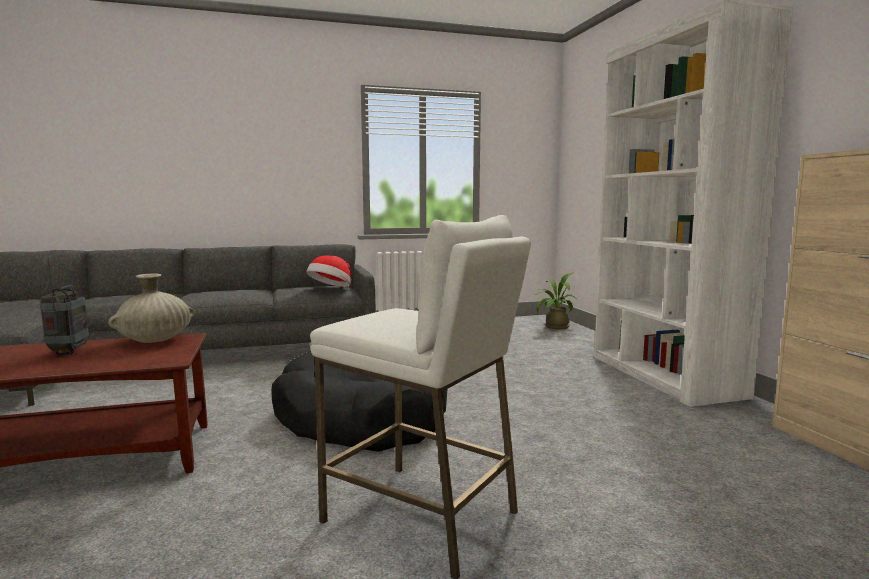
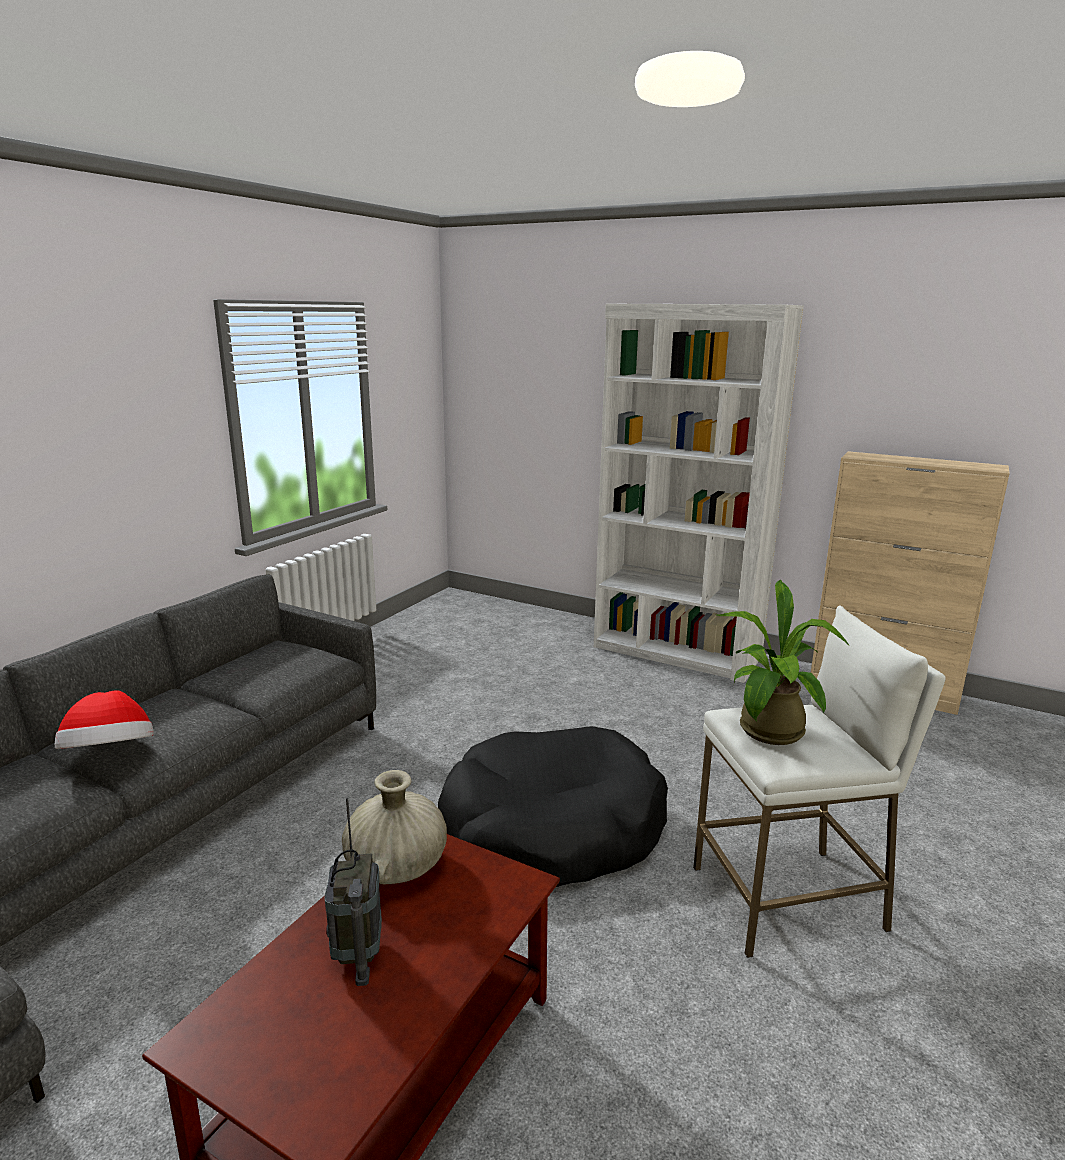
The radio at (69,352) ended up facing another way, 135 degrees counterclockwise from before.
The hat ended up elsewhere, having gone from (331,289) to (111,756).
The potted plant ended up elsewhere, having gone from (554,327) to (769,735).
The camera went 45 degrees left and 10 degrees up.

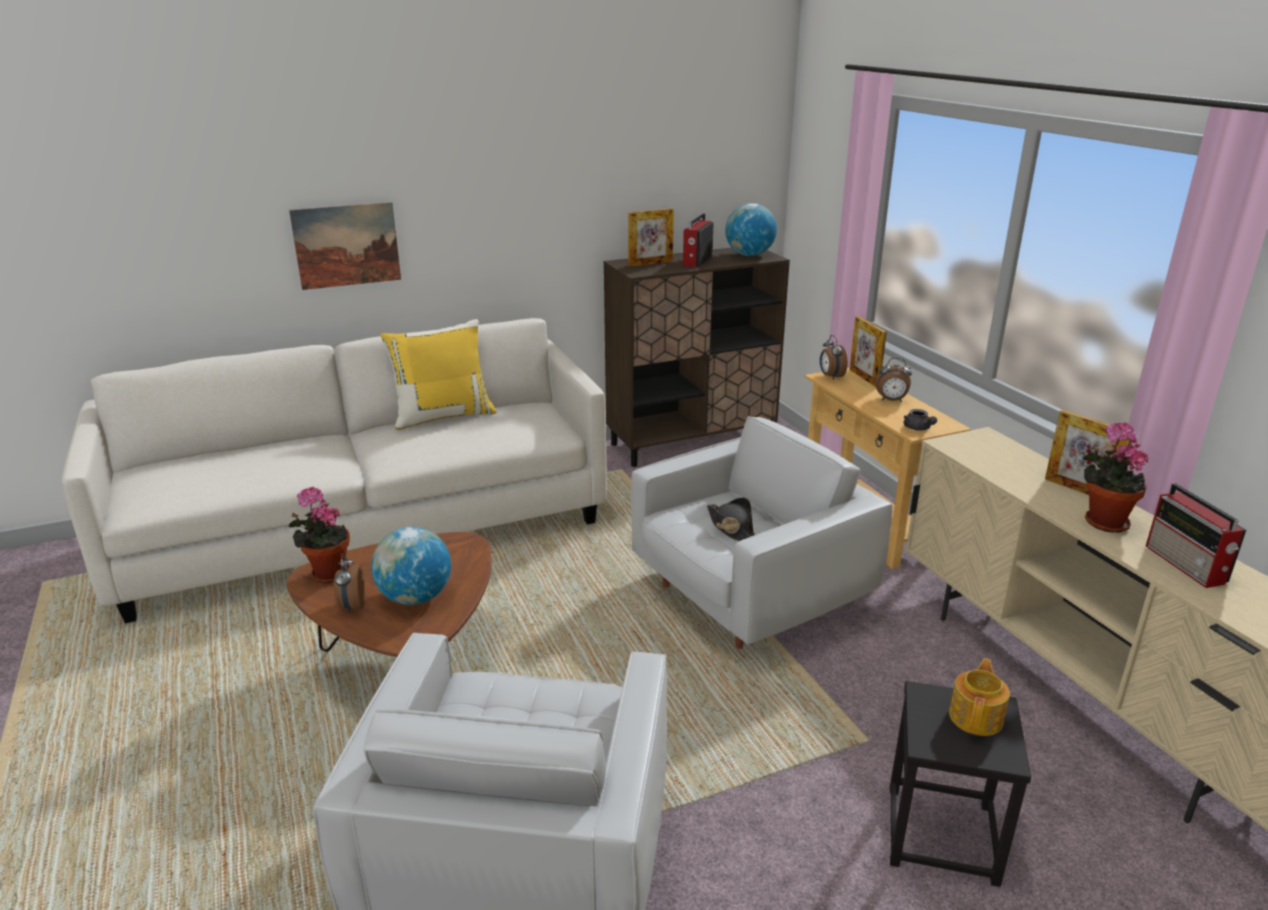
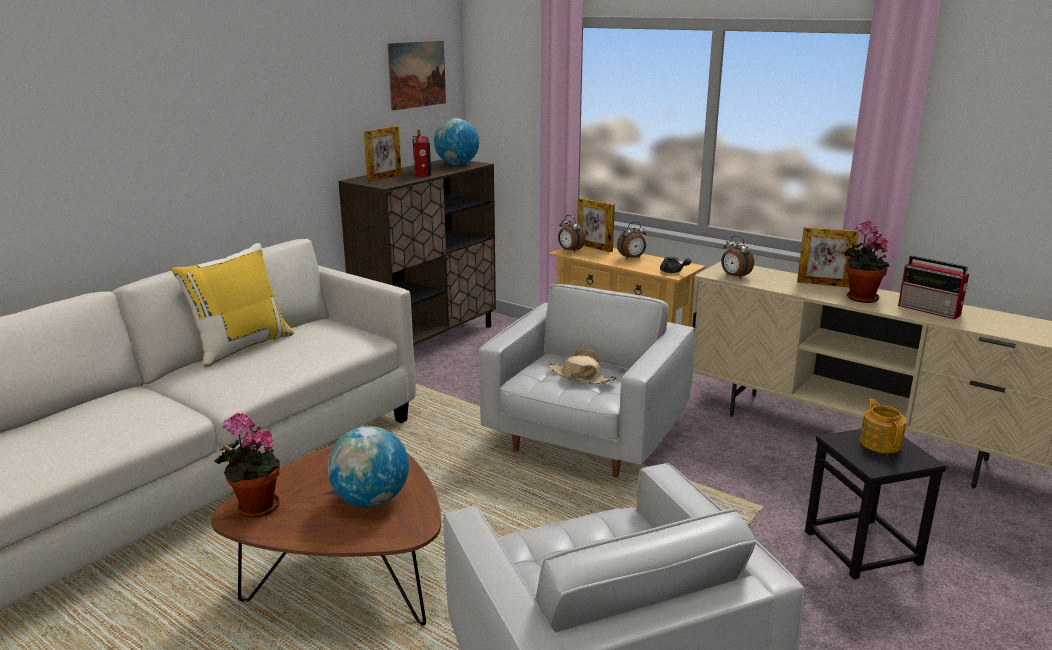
The picture ended up elsewhere, having gone from (347,245) to (417,74).
The alarm clock ended up elsewhere, having gone from (352,606) to (734,276).
What was the hat (black) at (732,528) turned into the hat (beige) at (581,377).
The camera went 30 degrees left and 5 degrees down.

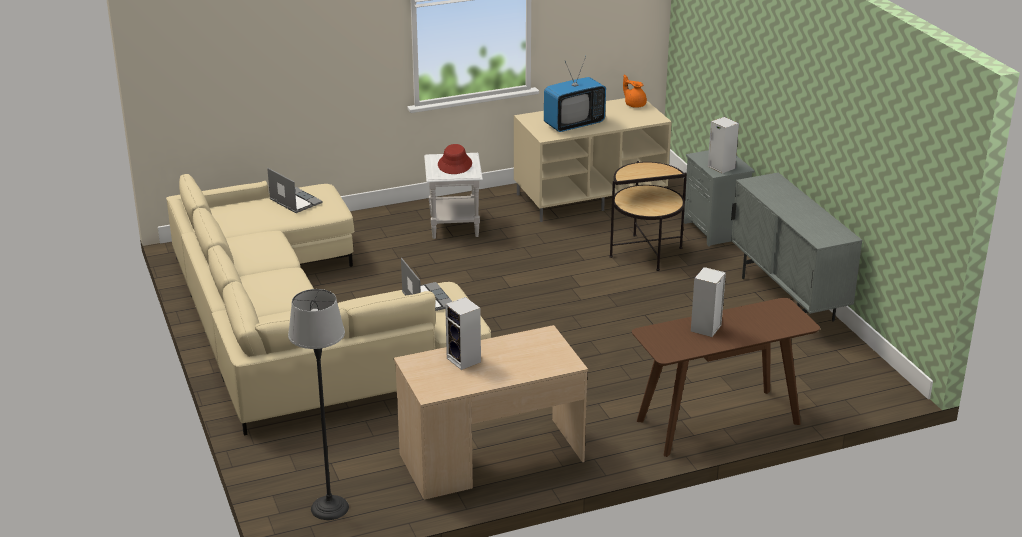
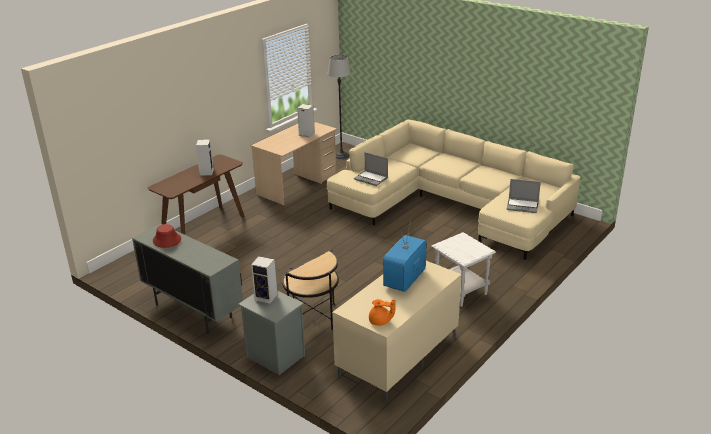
The hat (red) ended up elsewhere, having gone from (455,164) to (166,240).
The camera went 150 degrees right and 0 degrees up.

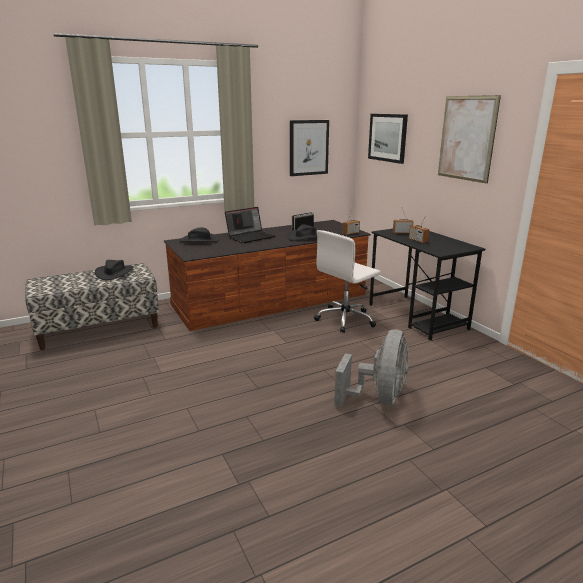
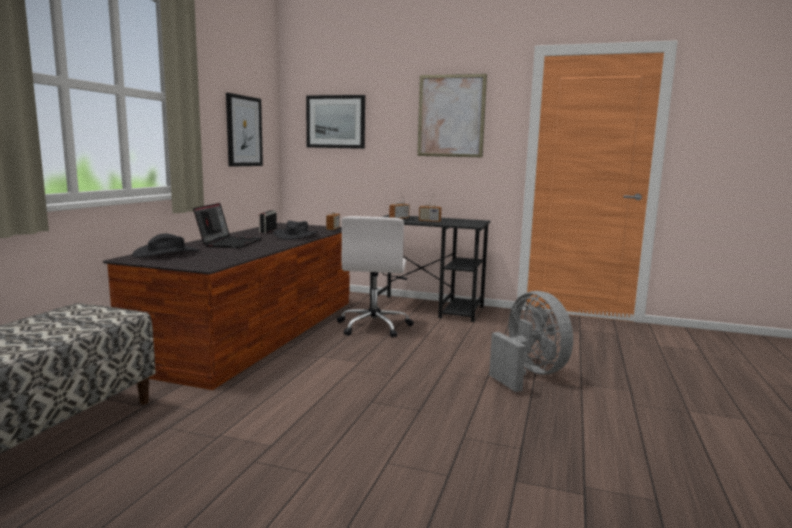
The second view lost the hat (black) at (114,273).
The camera went 45 degrees left and 10 degrees down.

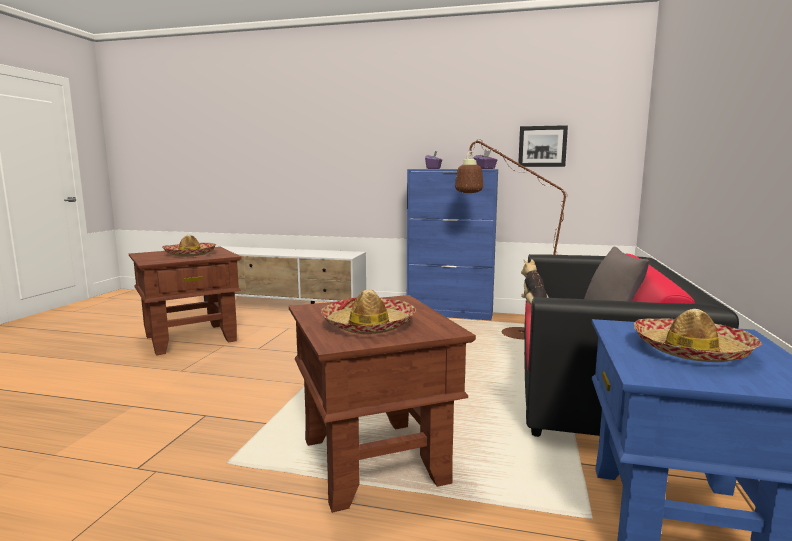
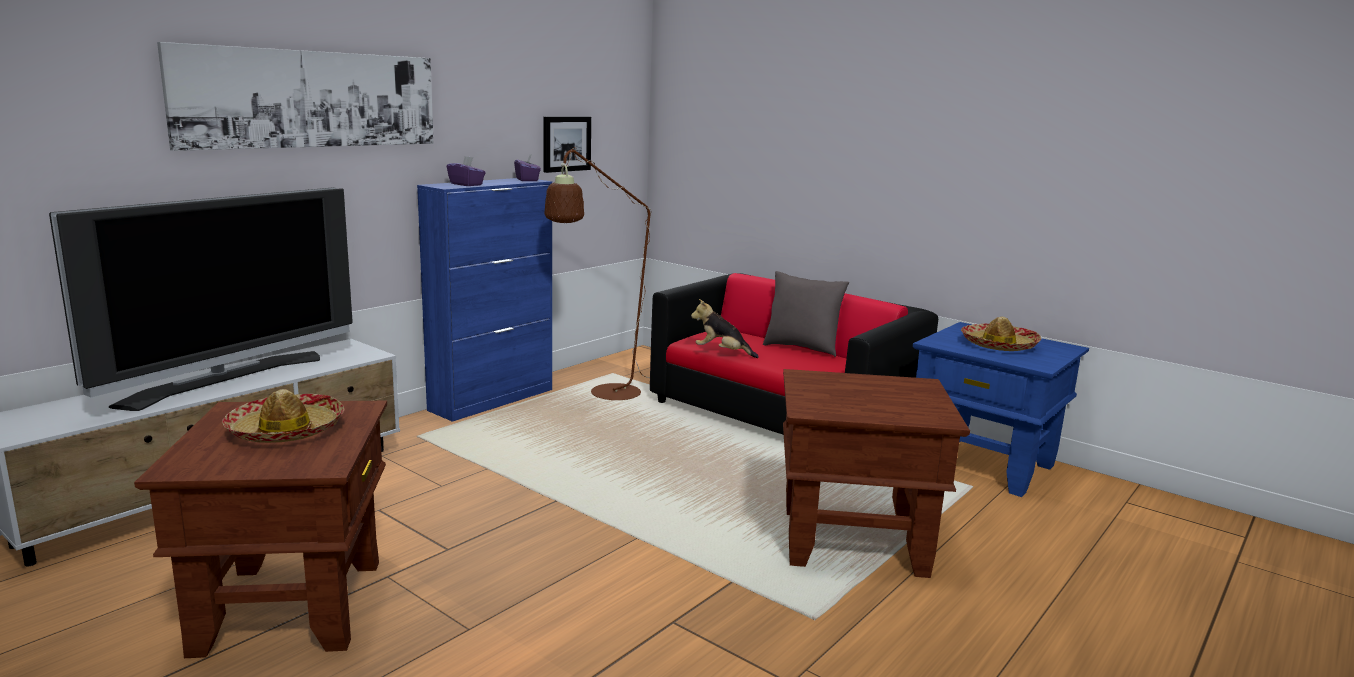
The second view lost the hat at (368,325).
The second view gained the television at (226,379).
The second view gained the picture at (311,99).
The camera went 65 degrees left and 5 degrees up.

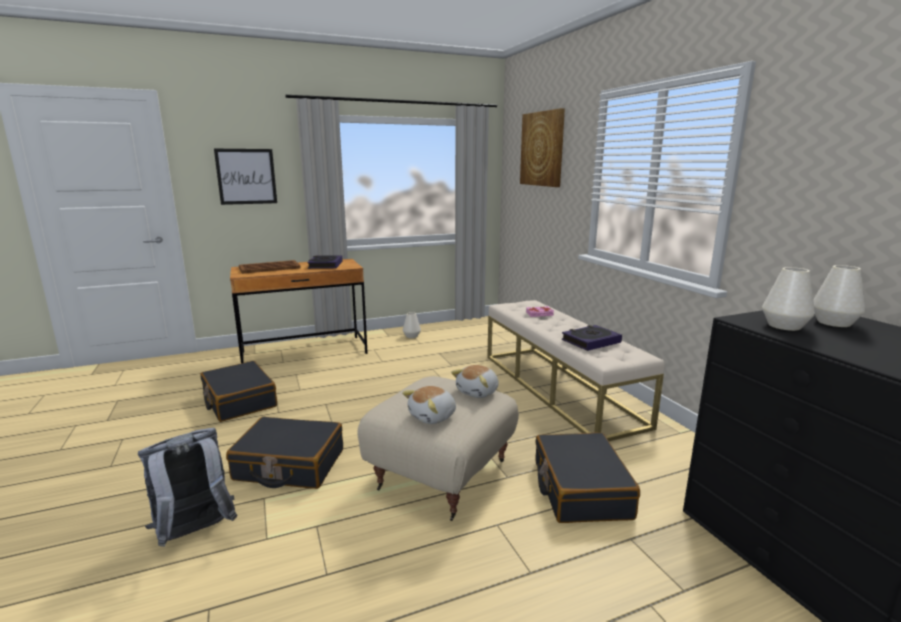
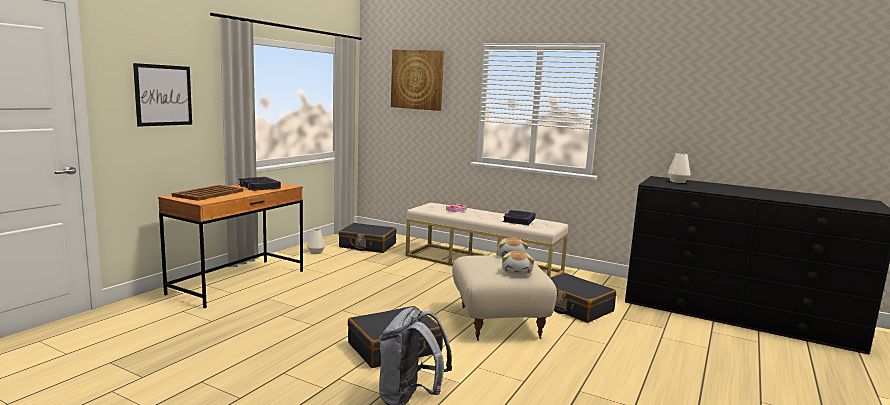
The suitcase (black) ended up elsewhere, having gone from (239,401) to (367,246).
The second view lost the vase (white) at (784,326).
The camera went 40 degrees left and 5 degrees down.

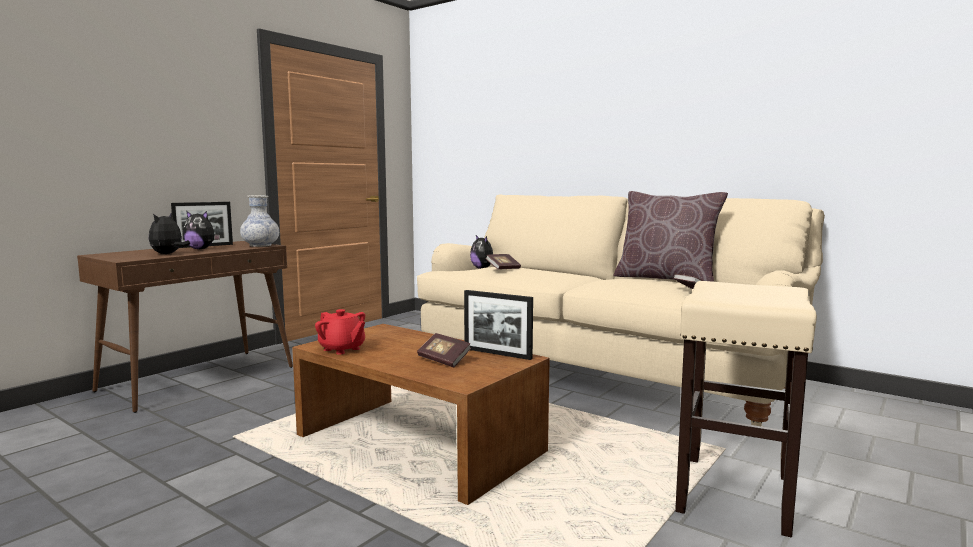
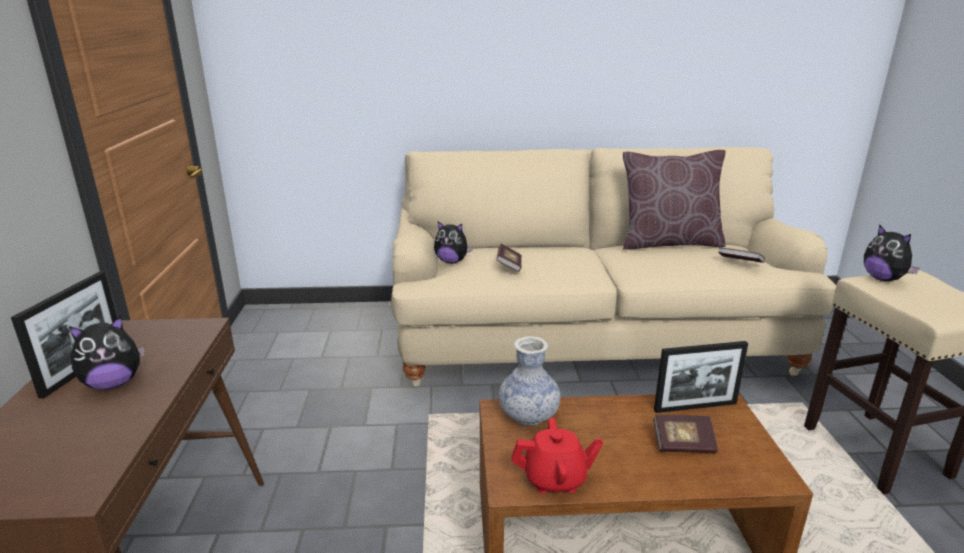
The plush toy ended up elsewhere, having gone from (168,254) to (883,279).
The vase ended up elsewhere, having gone from (260,245) to (528,415).
The camera went 40 degrees left and 15 degrees up.

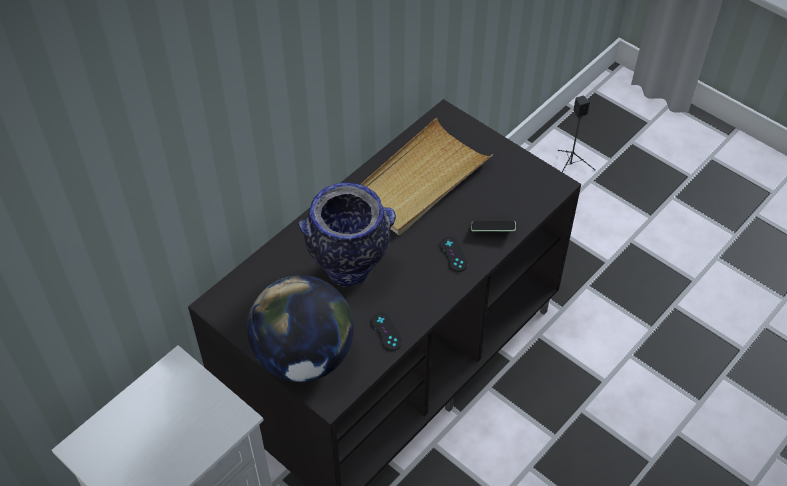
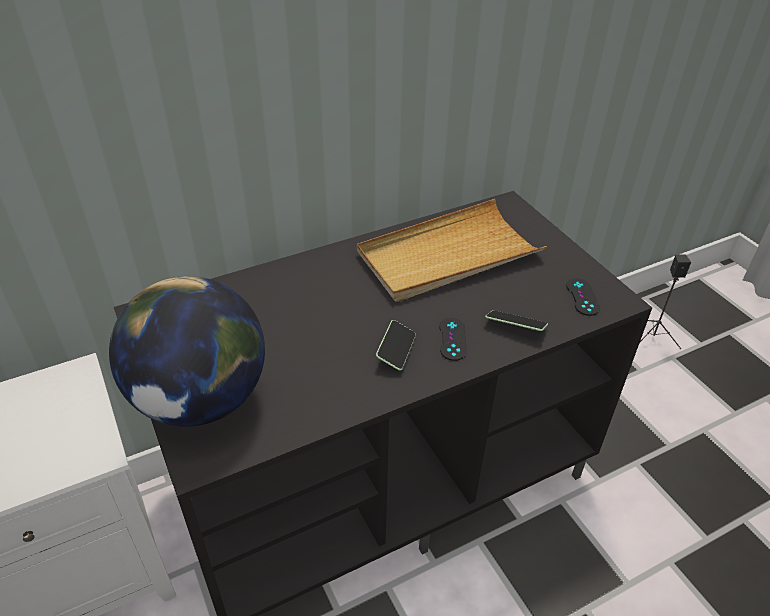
The second view lost the vase at (349,270).
The game controller (black) ended up elsewhere, having gone from (386,331) to (582,297).
The second view gained the phone at (396,351).
The camera went 20 degrees right and 10 degrees down.

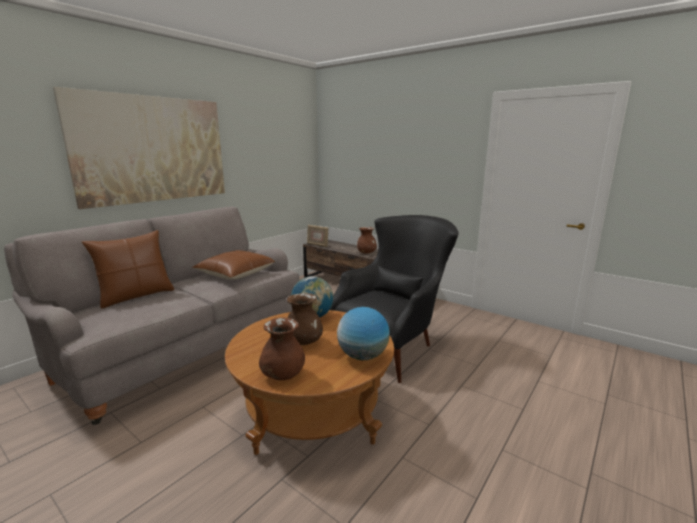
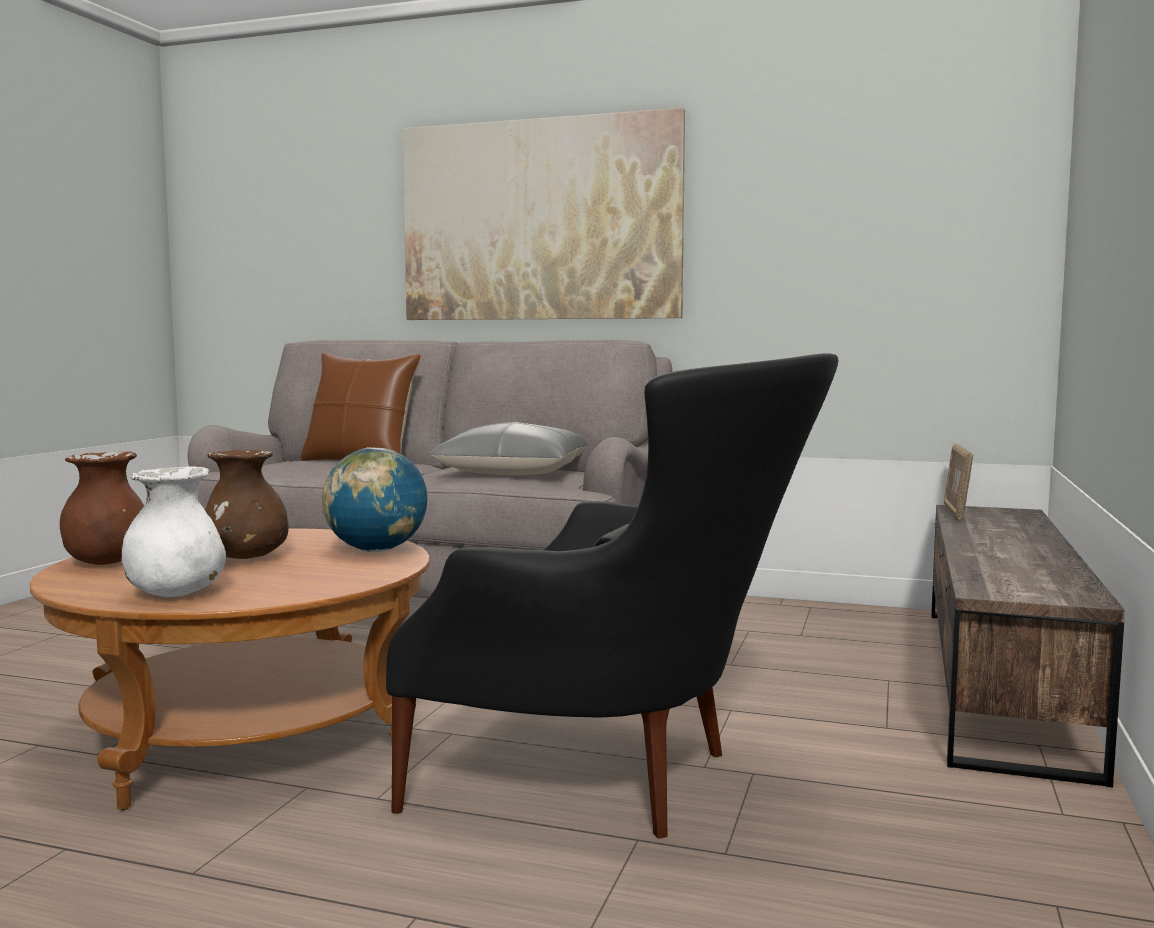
What was the pillow (brown) at (235,274) turned into the pillow (grey) at (514,472).
Where the globe stood at (363,356), the vase (white) came to stand at (176,594).
The second view lost the vase (brown) at (366,253).
The camera went 70 degrees right and 10 degrees down.

